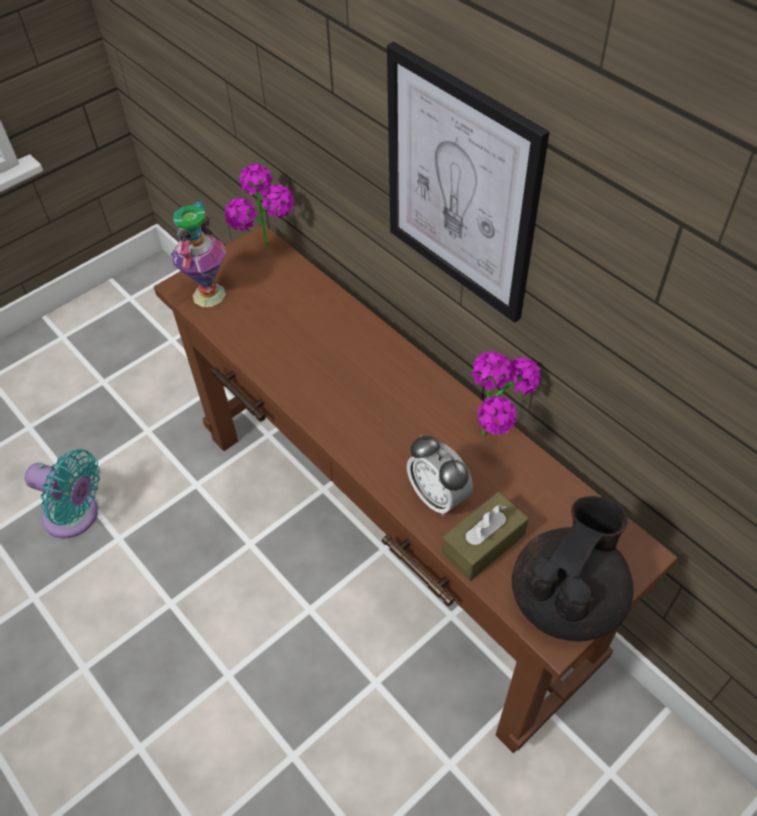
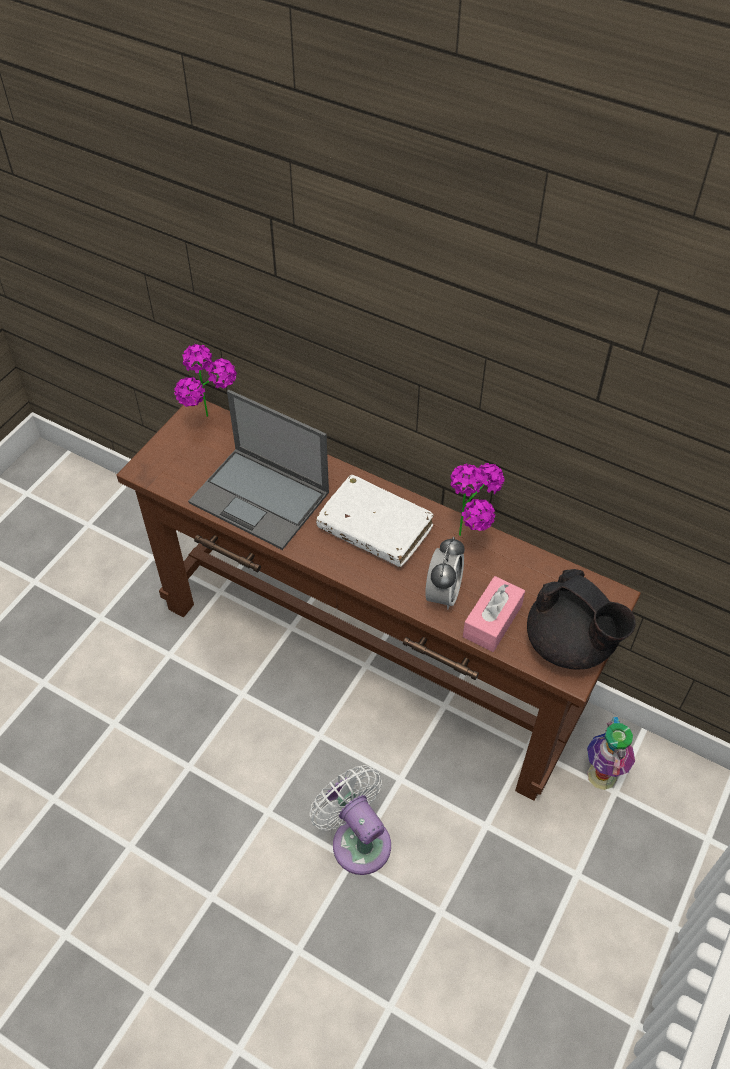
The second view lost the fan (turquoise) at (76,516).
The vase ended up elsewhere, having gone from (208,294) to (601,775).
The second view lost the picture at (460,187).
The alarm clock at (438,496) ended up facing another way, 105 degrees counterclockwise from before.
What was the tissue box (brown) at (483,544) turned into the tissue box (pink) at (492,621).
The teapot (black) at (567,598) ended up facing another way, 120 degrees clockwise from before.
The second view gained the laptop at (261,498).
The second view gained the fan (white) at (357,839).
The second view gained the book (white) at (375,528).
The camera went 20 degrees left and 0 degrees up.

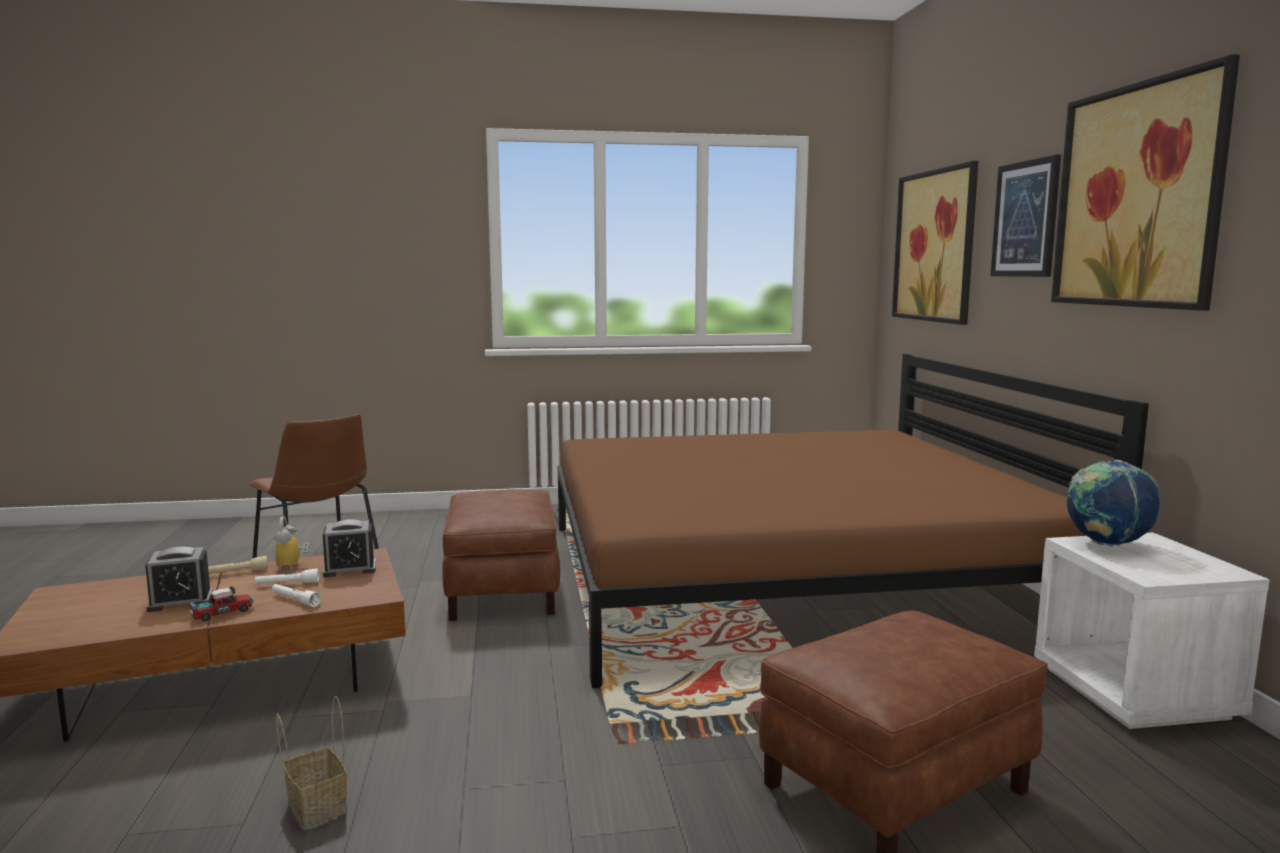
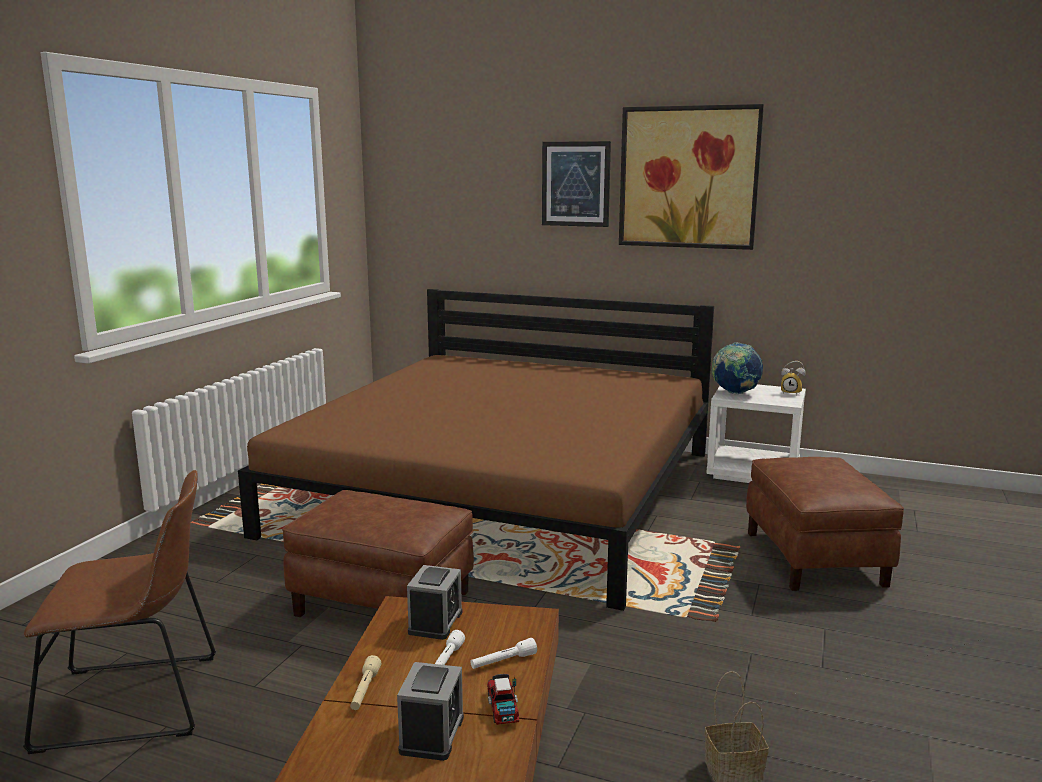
The alarm clock ended up elsewhere, having gone from (293,566) to (791,393).
The second view lost the picture at (935,246).
The camera went 60 degrees left and 5 degrees up.

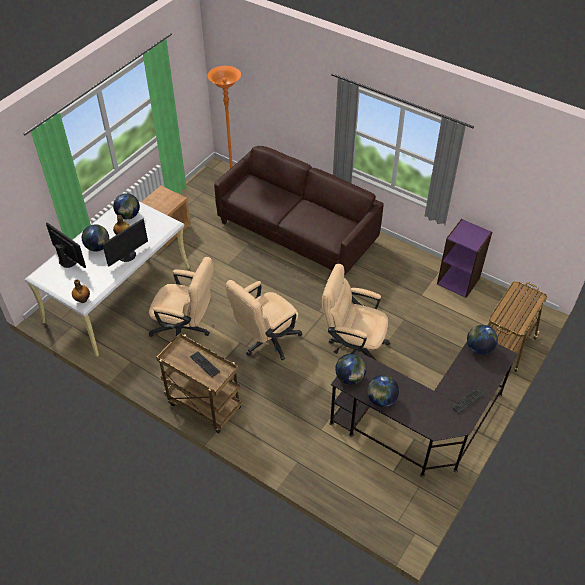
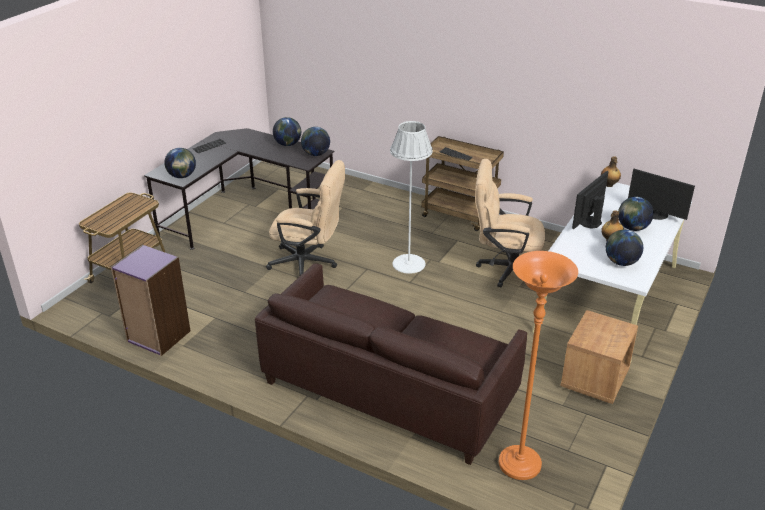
Where the office chair (beige) stood at (266,341), the floor lamp (white) came to stand at (409,264).
The camera went 175 degrees right and 15 degrees down.

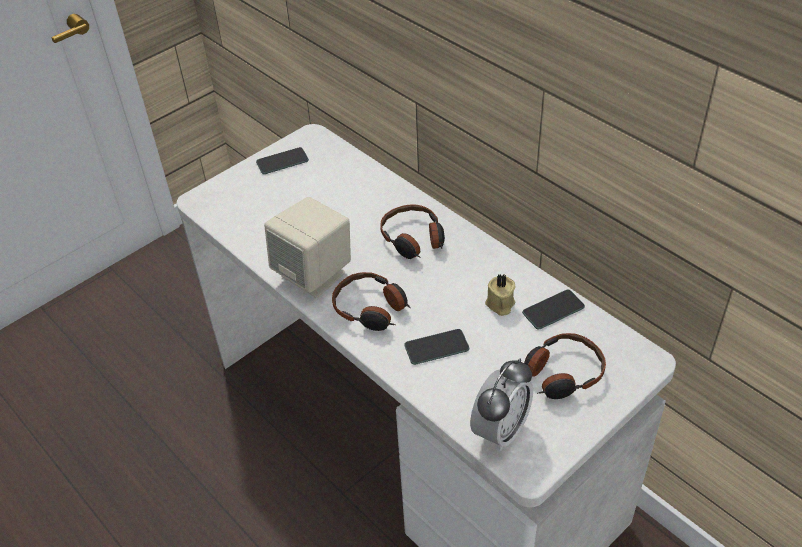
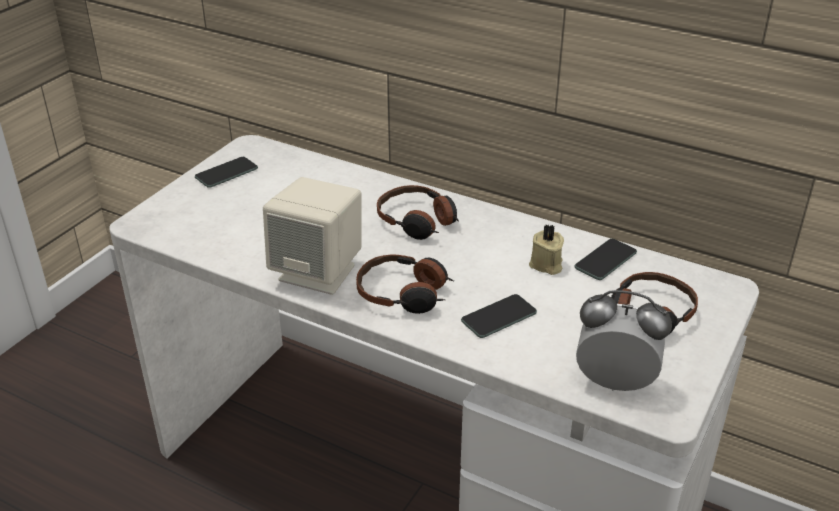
The alarm clock at (500,430) ended up facing another way, 90 degrees counterclockwise from before.
The camera went 20 degrees left and 10 degrees down.

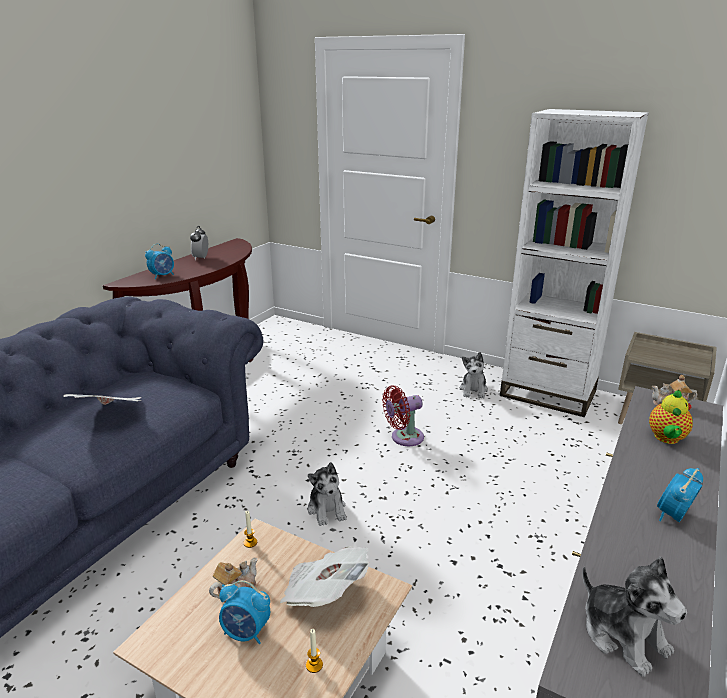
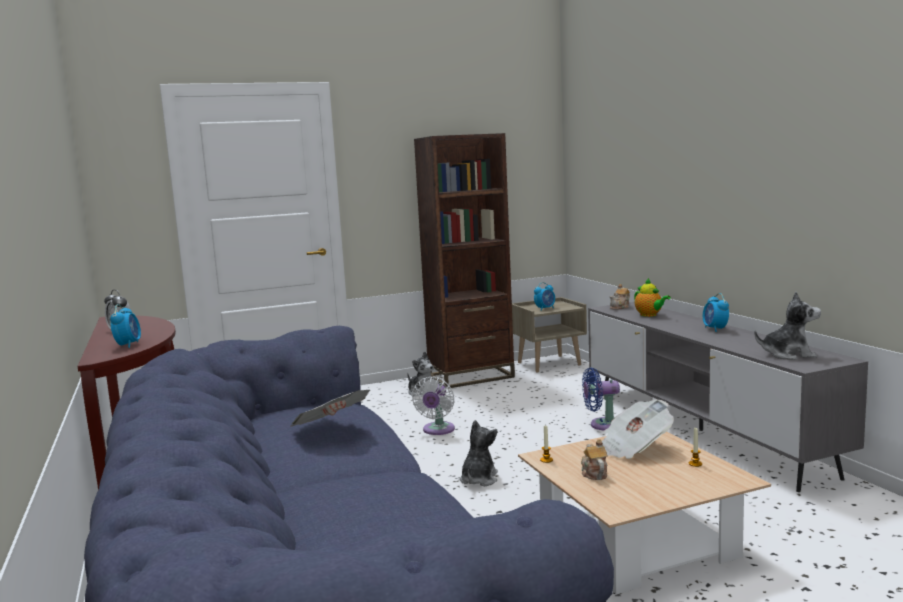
The alarm clock ended up elsewhere, having gone from (246,633) to (545,309).
The plush toy at (327,509) ended up facing another way, 90 degrees counterclockwise from before.
What was the fan (red) at (404,438) turned into the fan (white) at (437,430).
What was the bookcase (white) at (548,393) turned into the bookcase (brown) at (471,376).
The second view gained the fan (blue) at (602,425).
The camera went 50 degrees left and 15 degrees down.

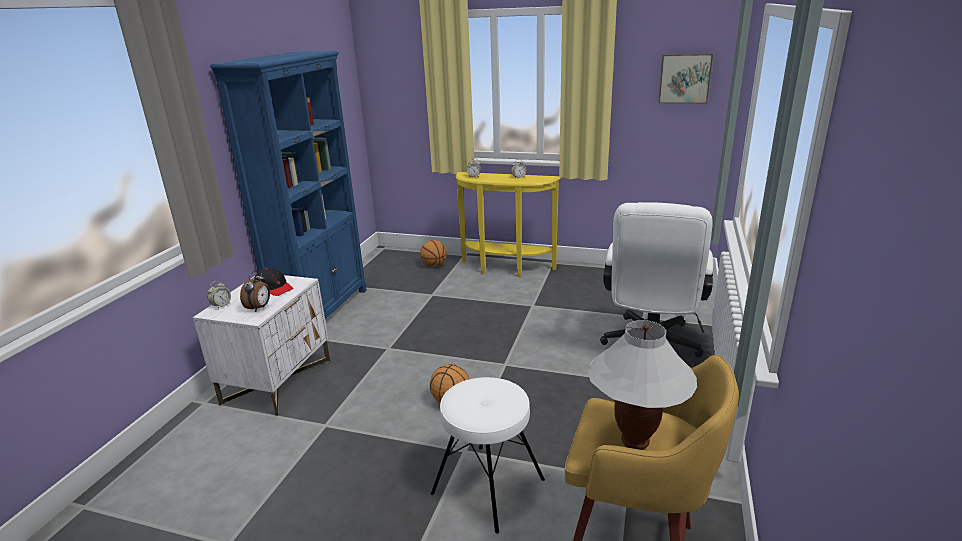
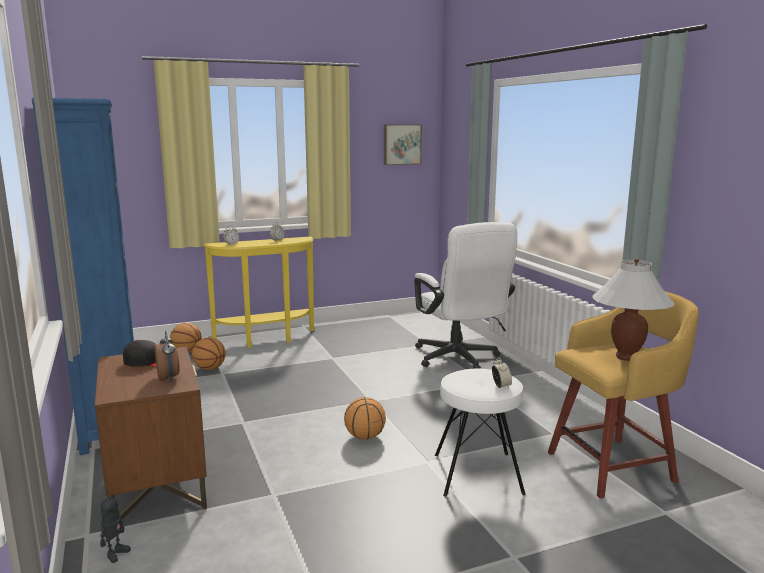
What was the nightstand (white) at (278,381) turned into the nightstand (brown) at (156,485).
The alarm clock ended up elsewhere, having gone from (221,305) to (501,386).
The second view gained the toy robot at (115,554).
The second view gained the basketball at (209,369).
The camera went 40 degrees left and 10 degrees down.

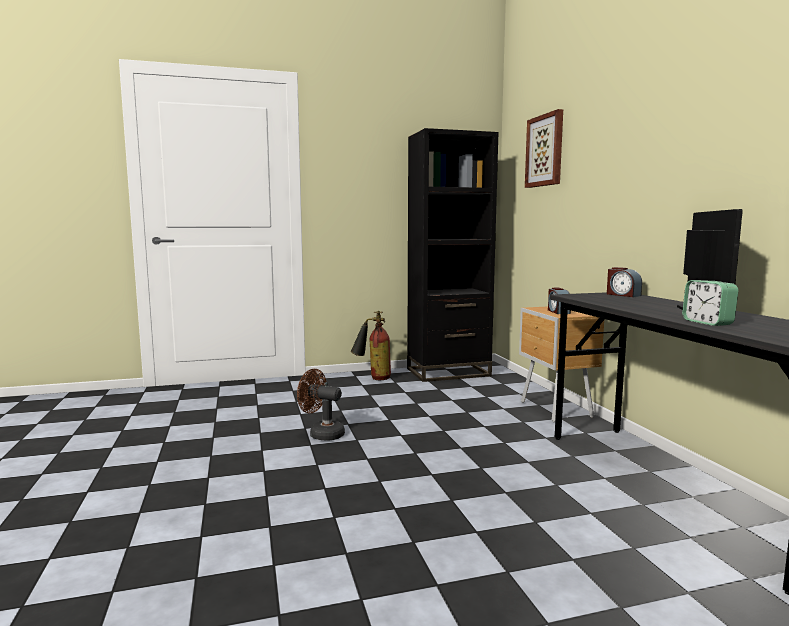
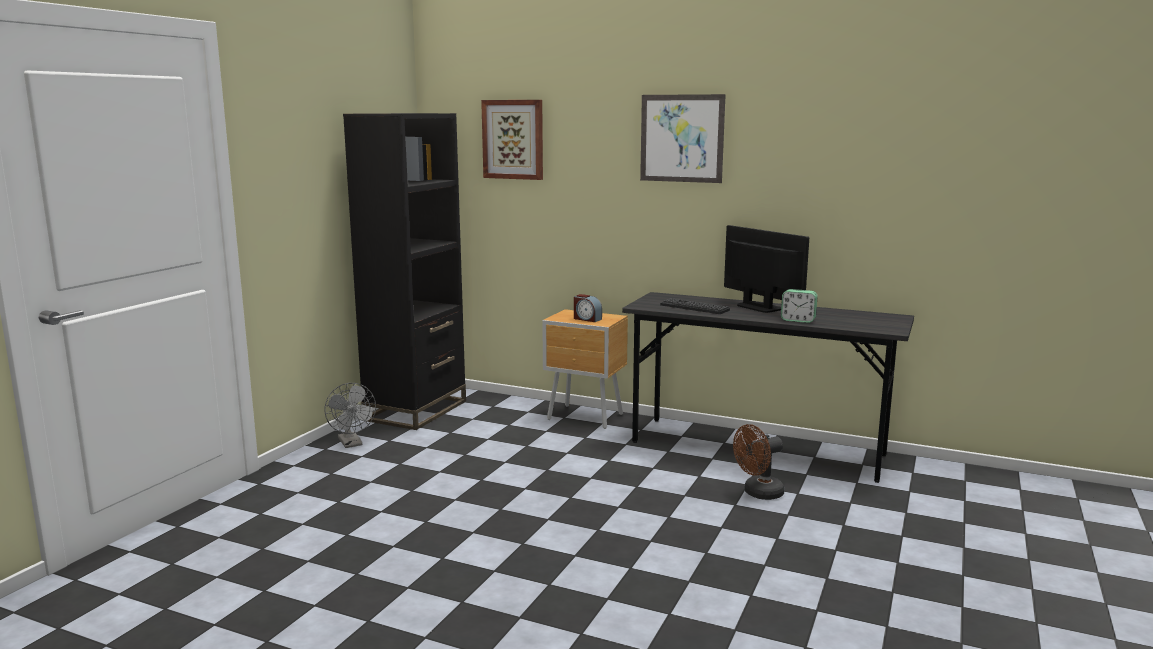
The fan (brown) ended up elsewhere, having gone from (321,434) to (758,494).
Where the fire extinguisher stood at (373,377), the fan (grey) came to stand at (352,444).
The second view lost the alarm clock at (622,295).
The second view gained the picture at (681,138).
The second view gained the keyboard at (694,307).
The camera went 50 degrees left and 5 degrees up.

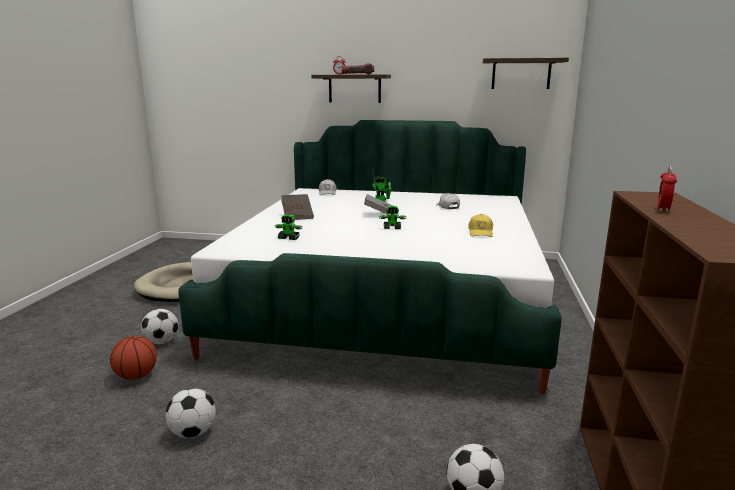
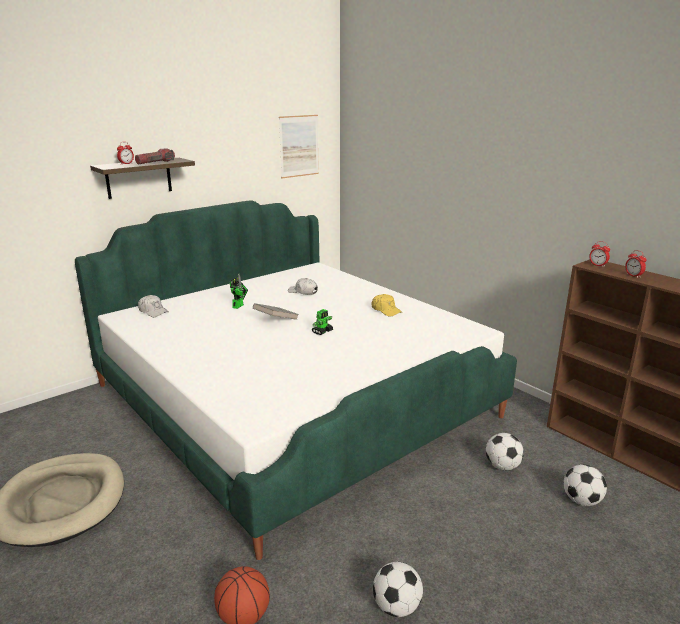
The football ended up elsewhere, having gone from (162,342) to (502,466).
The second view lost the toy robot at (289,238).
The second view lost the book (brown) at (297,216).
Where the shelf hung at (521,74), the picture came to hang at (299,146).
The second view gained the alarm clock at (597,265).
The camera went 50 degrees left and 5 degrees up.

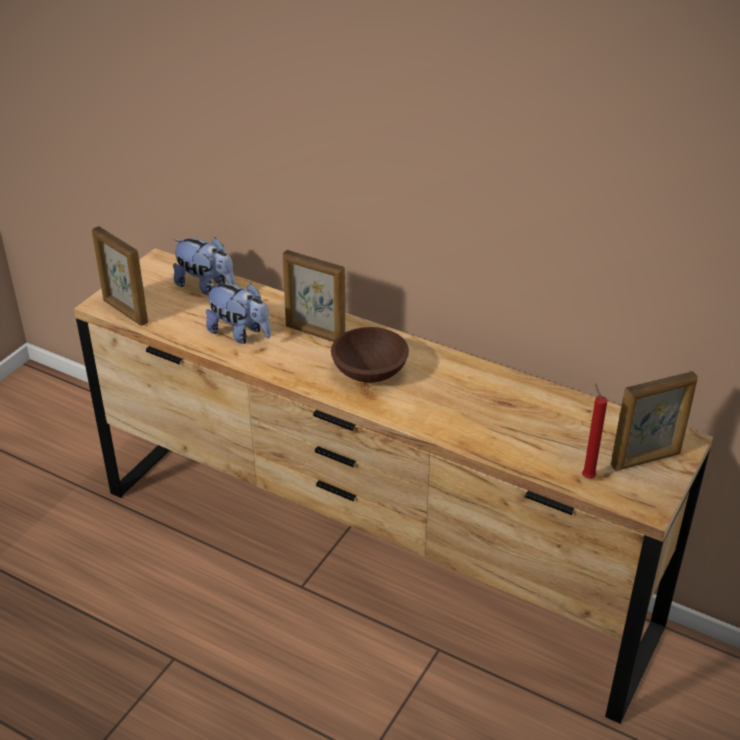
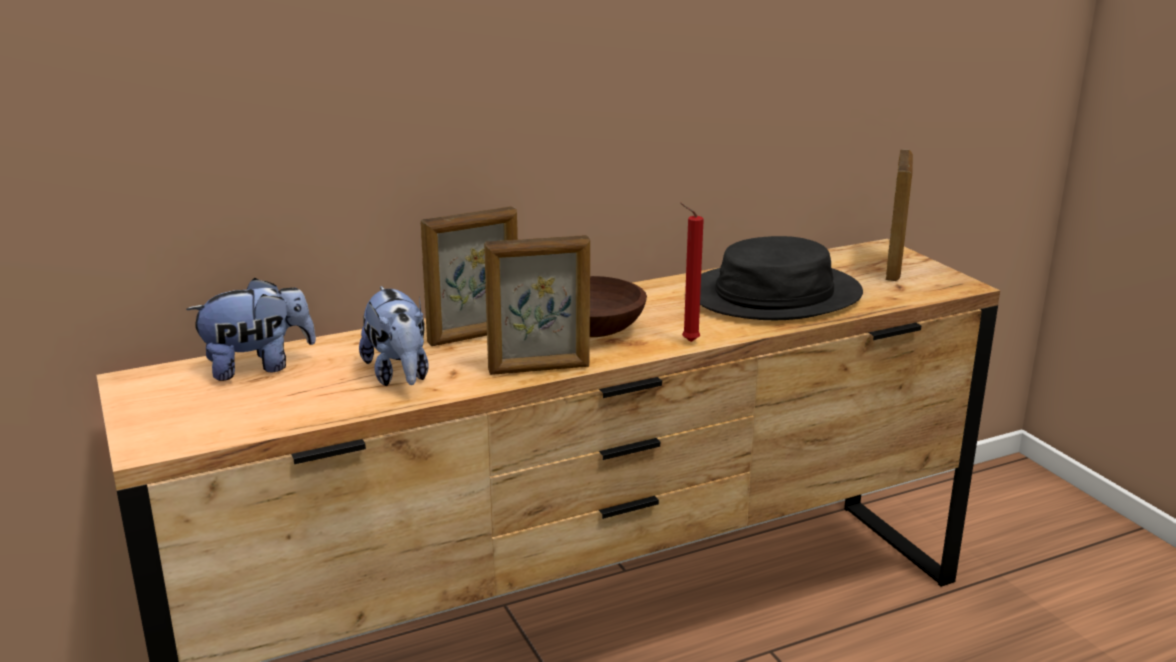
The picture frame ended up elsewhere, having gone from (125,312) to (539,369).
The plush toy at (240,333) ended up facing another way, 90 degrees clockwise from before.
The candle (red) ended up elsewhere, having gone from (587,476) to (687,341).
The second view gained the hat (black) at (773,295).
The camera went 55 degrees left and 15 degrees down.

